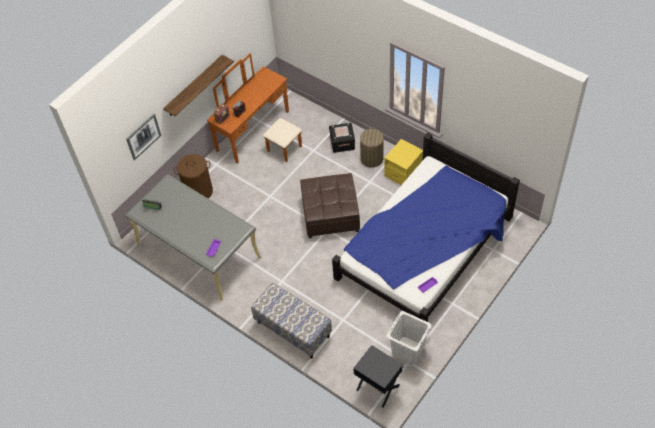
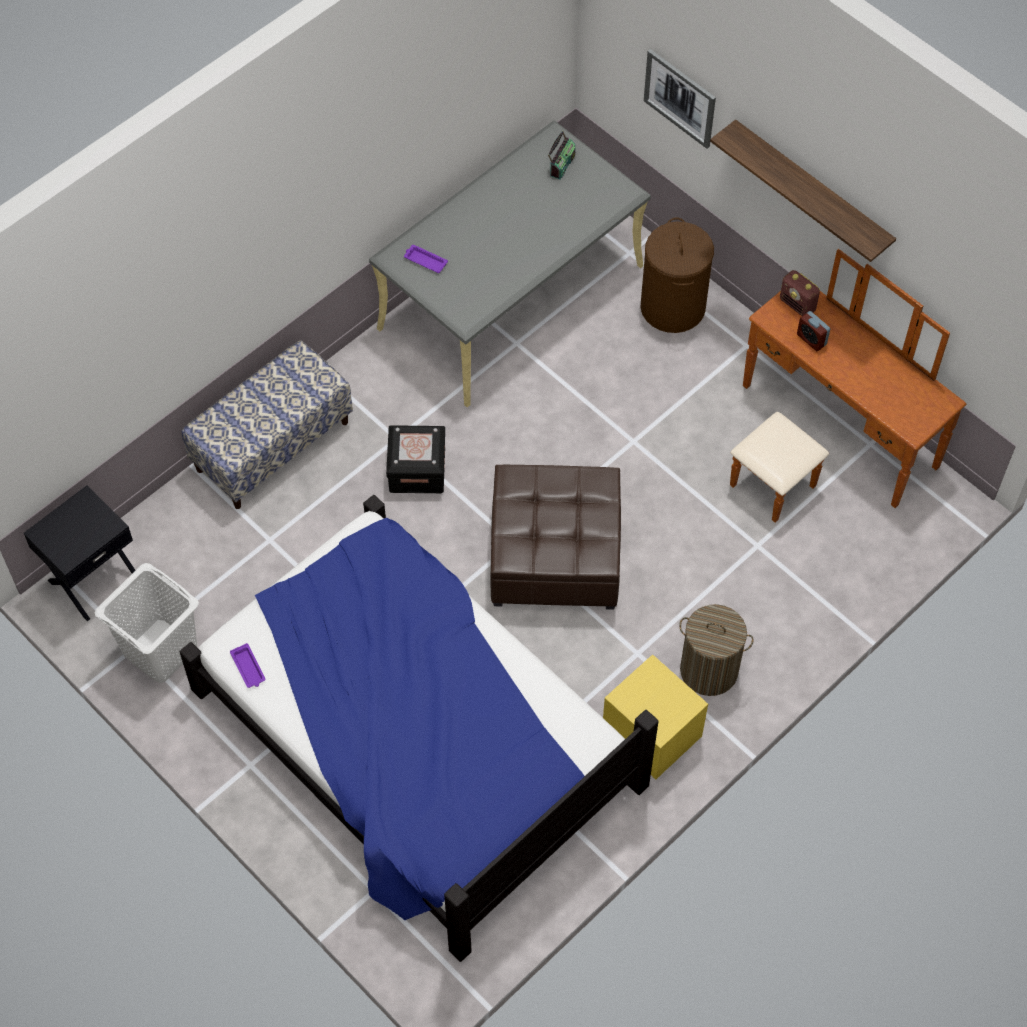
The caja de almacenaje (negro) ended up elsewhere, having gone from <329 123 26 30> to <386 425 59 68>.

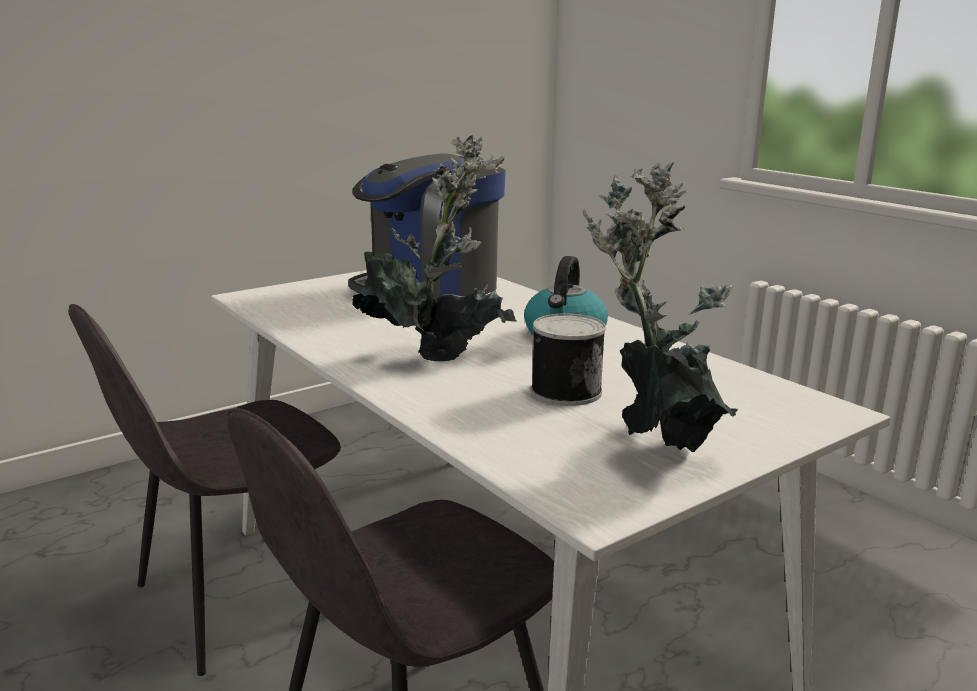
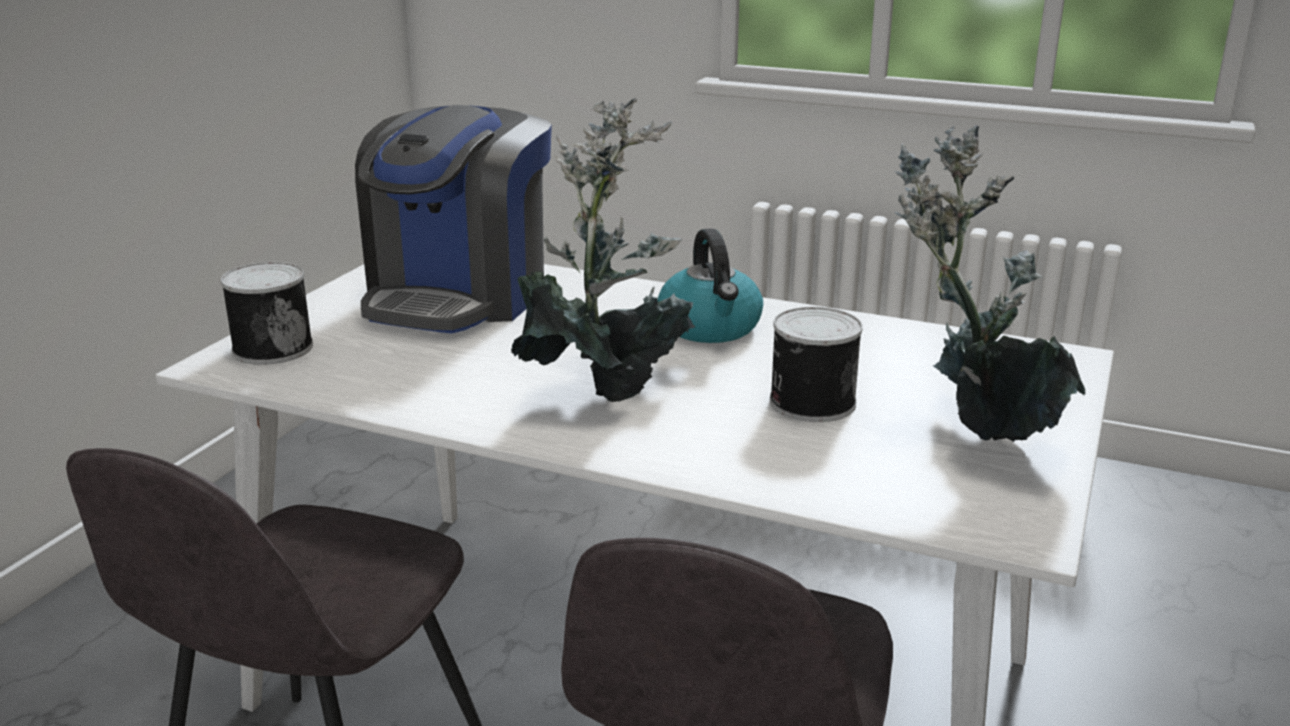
The second view gained the lata at <221 262 92 103>.

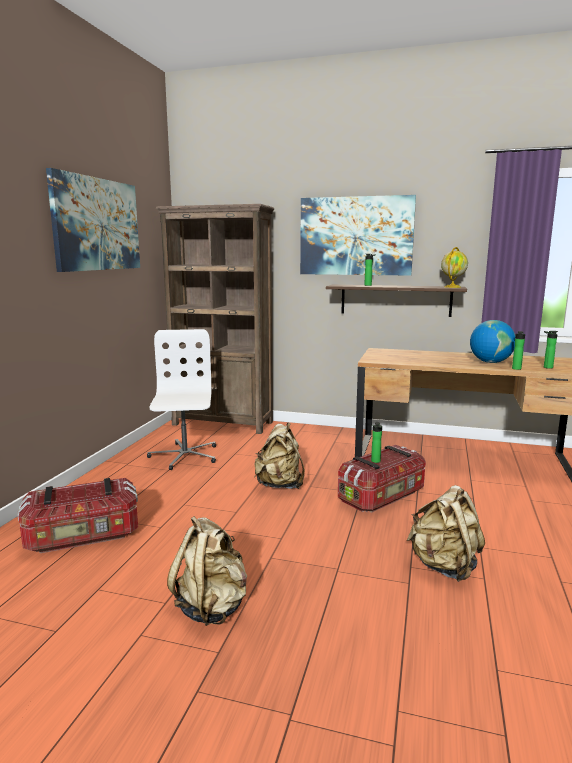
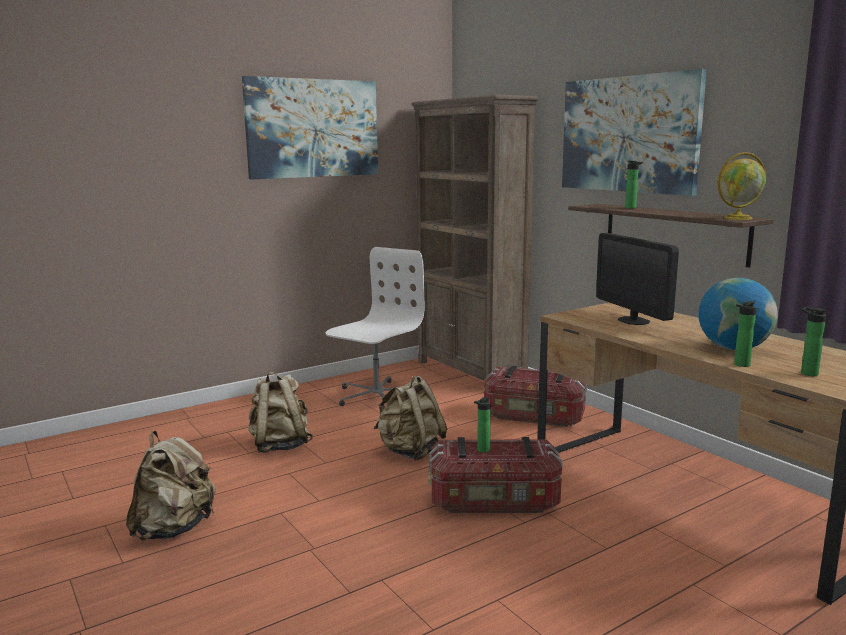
The mochila (beis) ended up elsewhere, having gone from <407 485 78 97> to <248 372 65 81>.
The caja de almacenaje ended up elsewhere, having gone from <17 478 121 75> to <484 365 103 62>.
The second view gained the monitor at <596 233 83 92>.

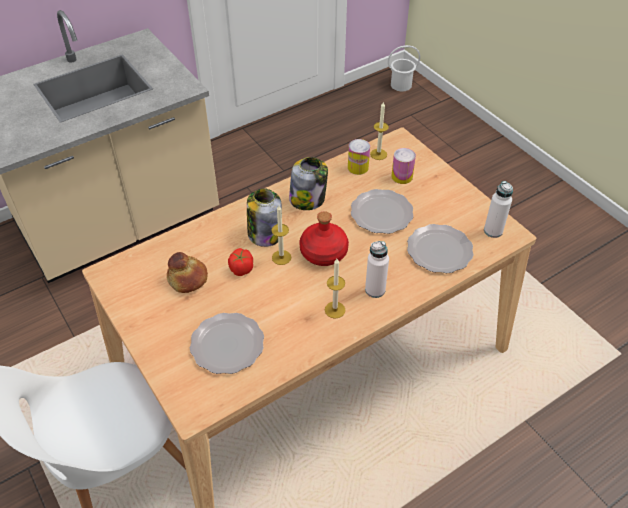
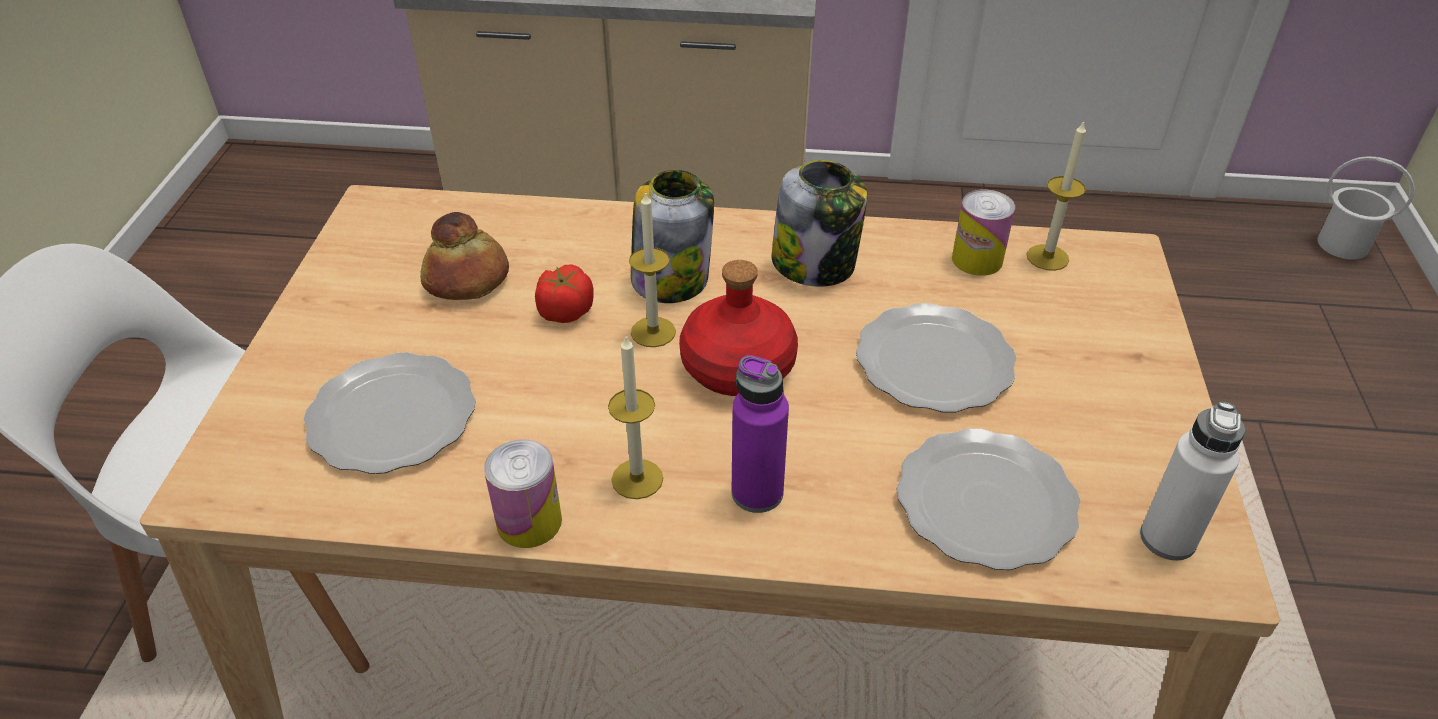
The lata ended up elsewhere, having gone from <391 148 25 36> to <484 439 78 109>.
What was the botella (blanco) at <365 241 24 57> turned into the botella (morado) at <731 355 58 158>.

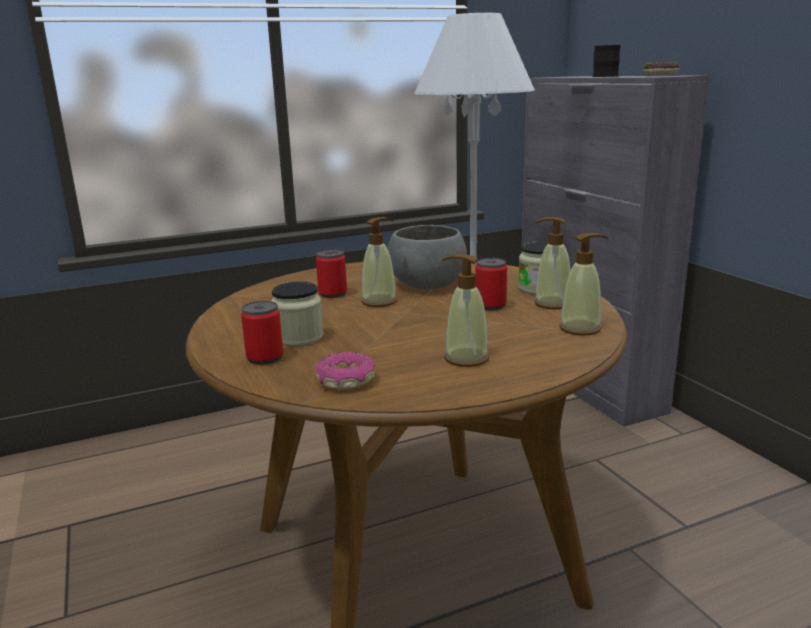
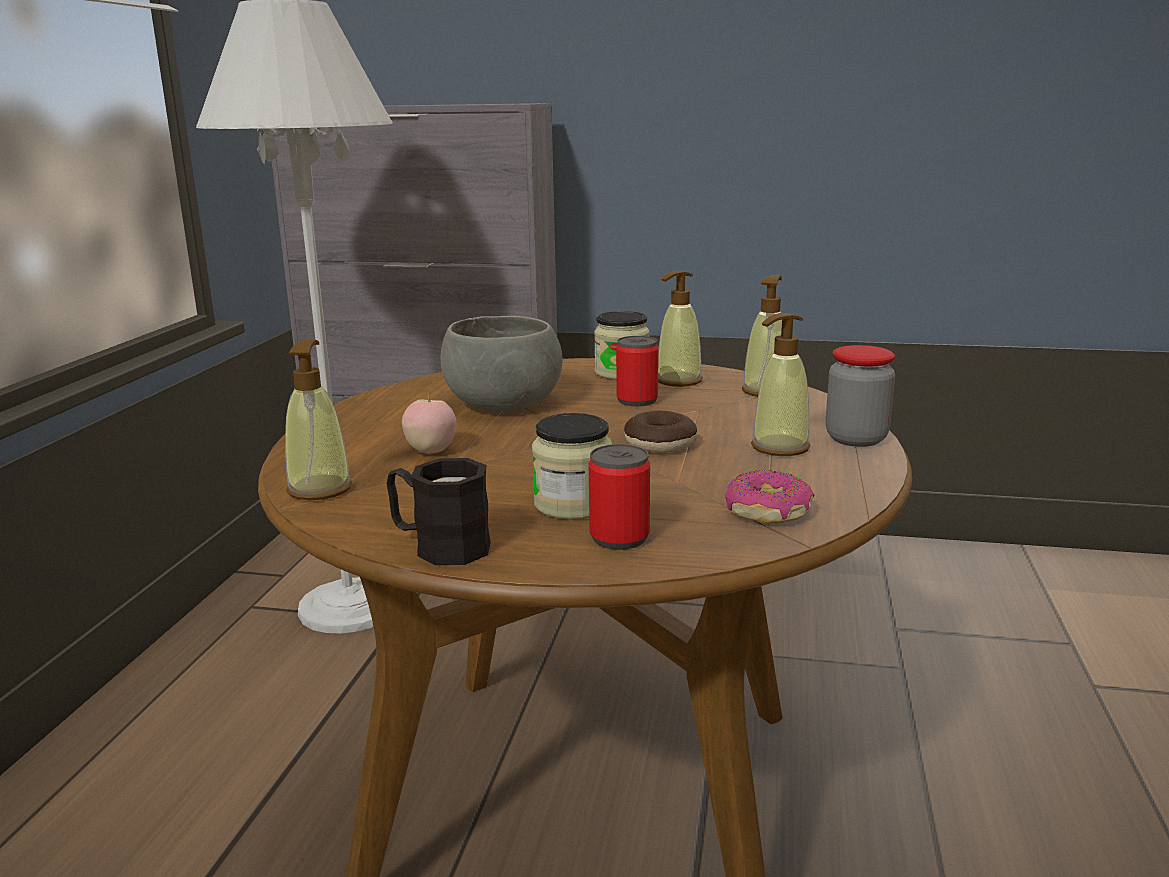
The dispensador de jabón ended up elsewhere, having gone from <361 217 36 90> to <285 340 67 160>.
The taza grande (negro) ended up elsewhere, having gone from <593 45 28 32> to <386 458 105 107>.
Where the lata stood at <316 249 31 49>, the manzana came to stand at <402 392 54 62>.
The rosquilla ended up elsewhere, having gone from <643 62 37 14> to <624 411 73 42>.
The second view gained the tarro at <826 345 69 102>.

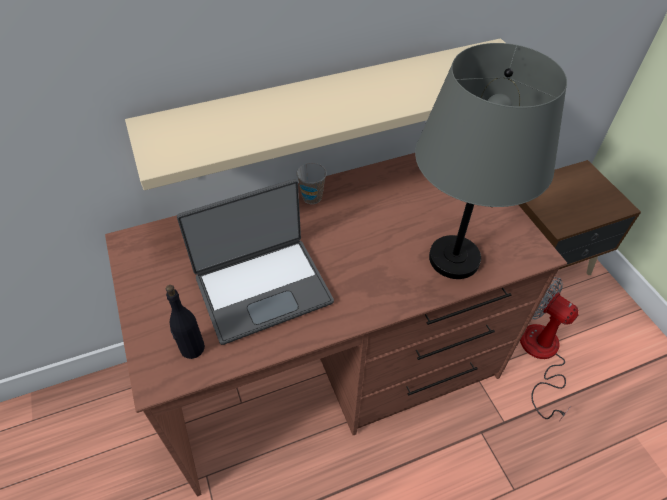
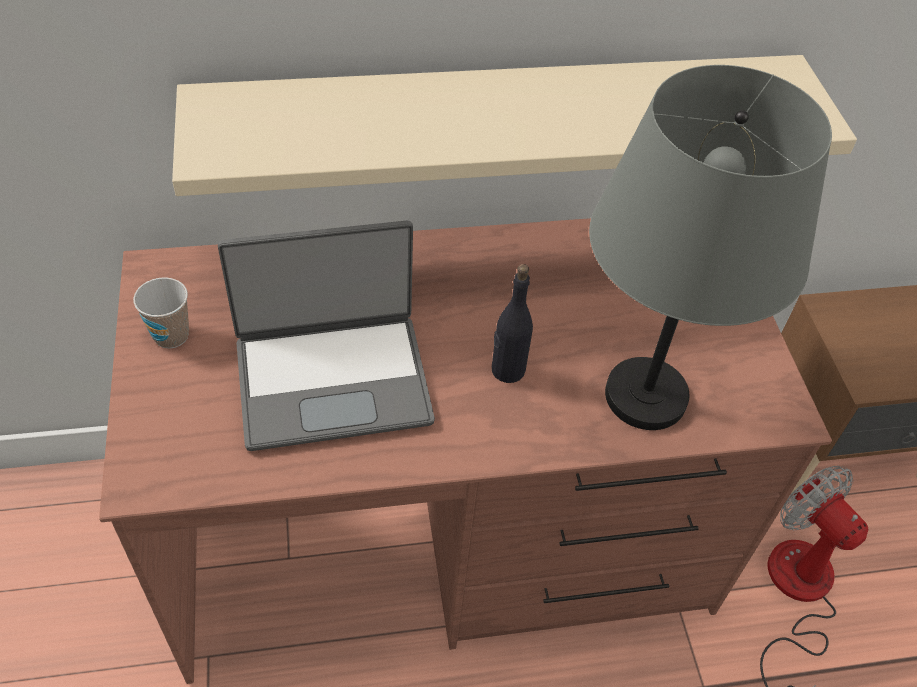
The taza ended up elsewhere, having gone from <296 163 31 41> to <133 277 56 72>.
The botella (negro) ended up elsewhere, having gone from <165 285 40 74> to <492 264 41 119>.

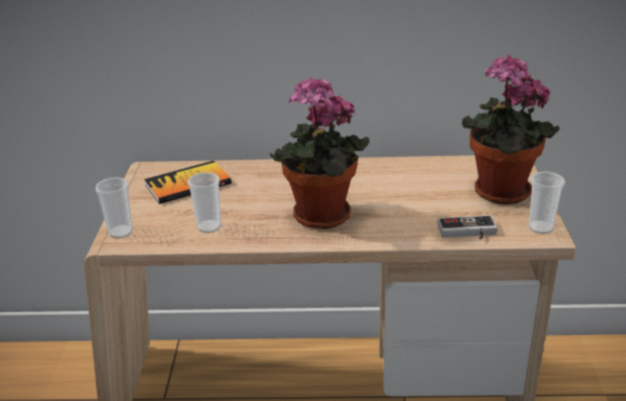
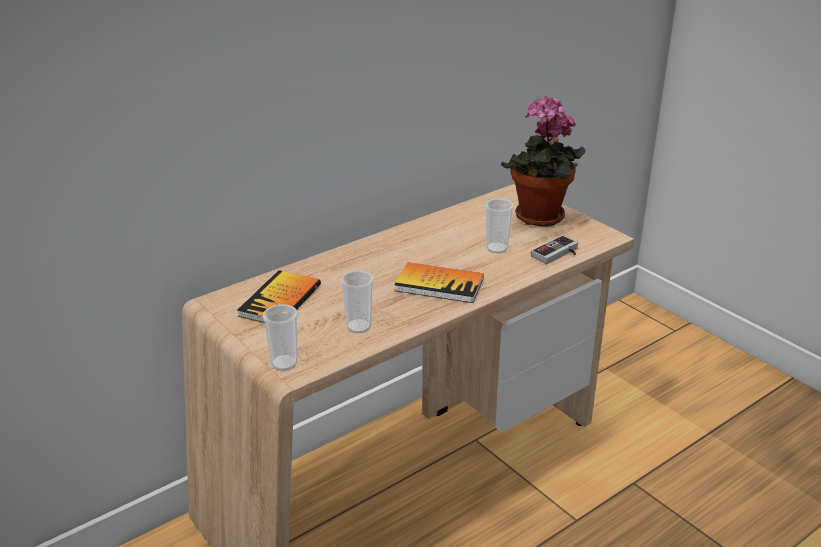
Where the planta en maceta stood at <270 77 100 152>, the libro came to stand at <395 262 89 41>.
The taza ended up elsewhere, having gone from <528 171 37 63> to <485 198 29 55>.

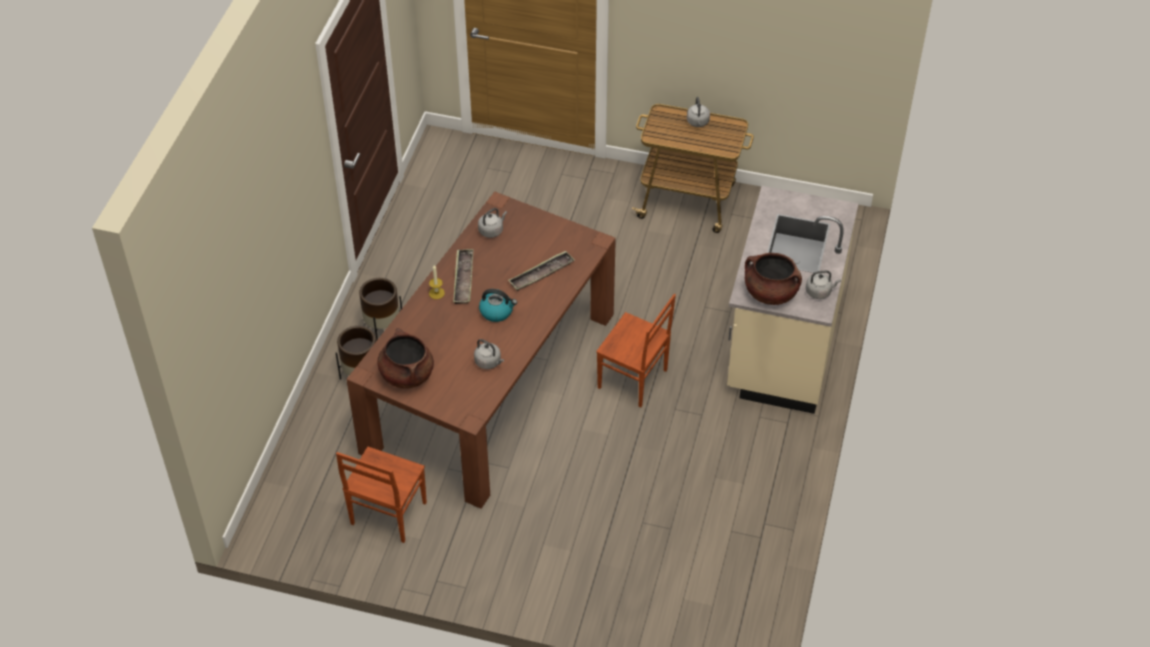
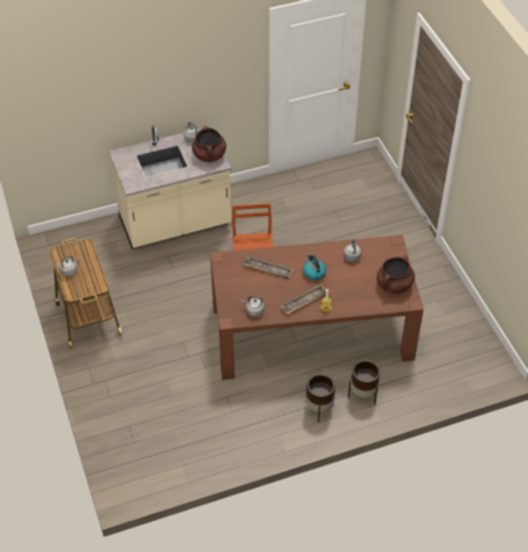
The second view lost the silla (marrón) at <336 447 91 96>.

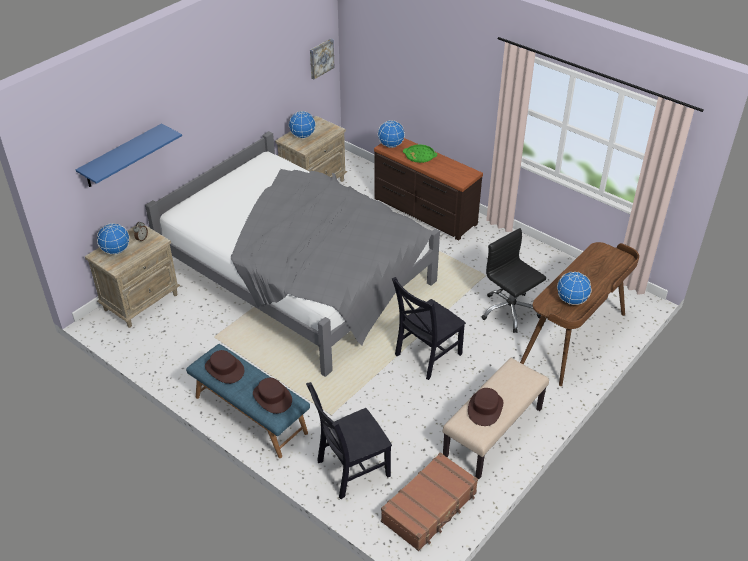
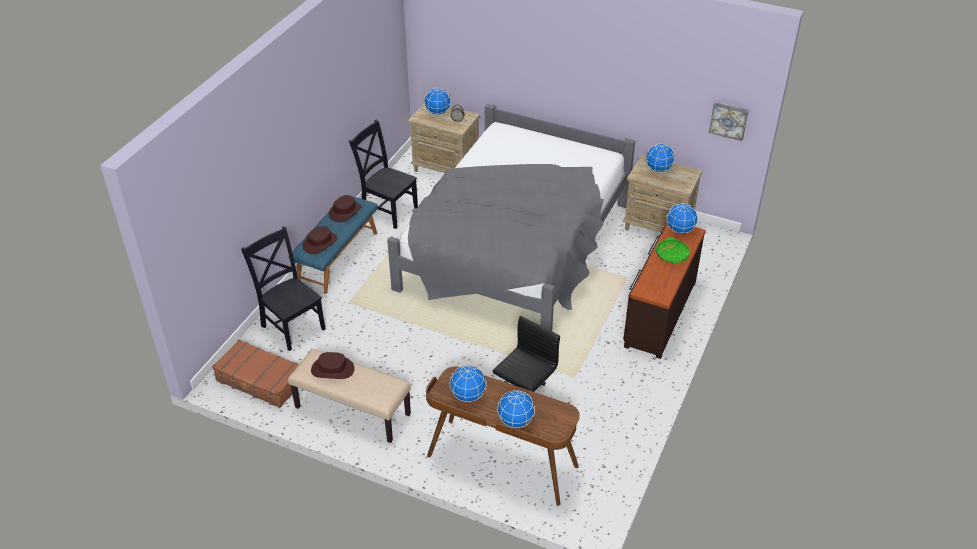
The silla (negro) ended up elsewhere, having gone from <392 277 74 103> to <349 120 69 109>.
The second view gained the globo terráqueo at <497 390 38 38>.
The second view lost the estante (azul) at <76 124 106 63>.

